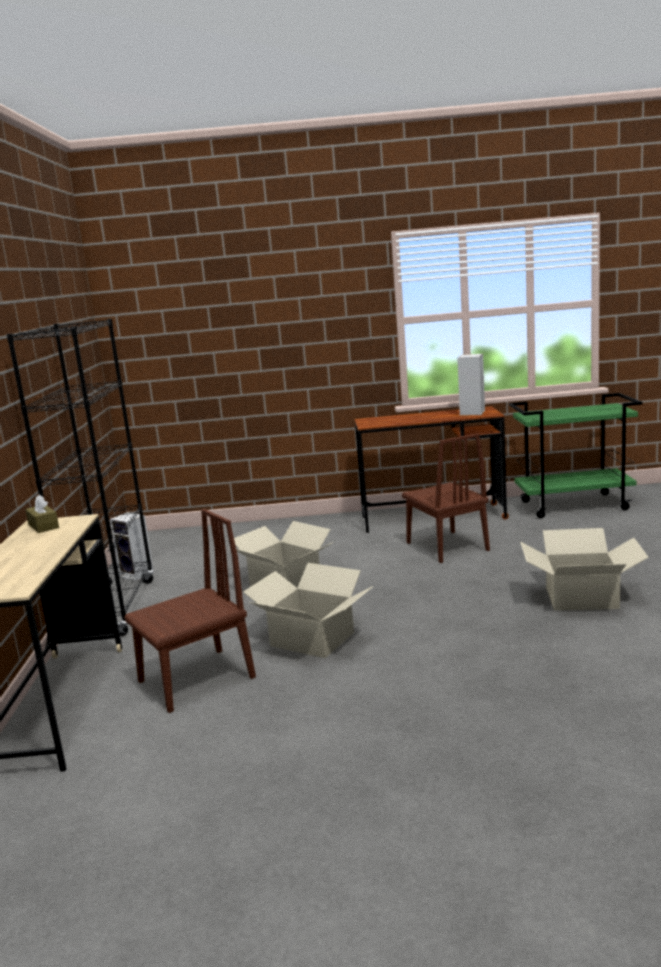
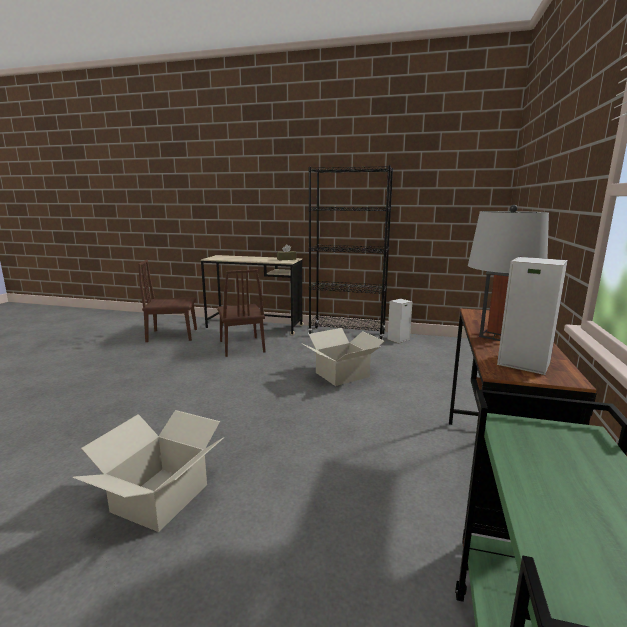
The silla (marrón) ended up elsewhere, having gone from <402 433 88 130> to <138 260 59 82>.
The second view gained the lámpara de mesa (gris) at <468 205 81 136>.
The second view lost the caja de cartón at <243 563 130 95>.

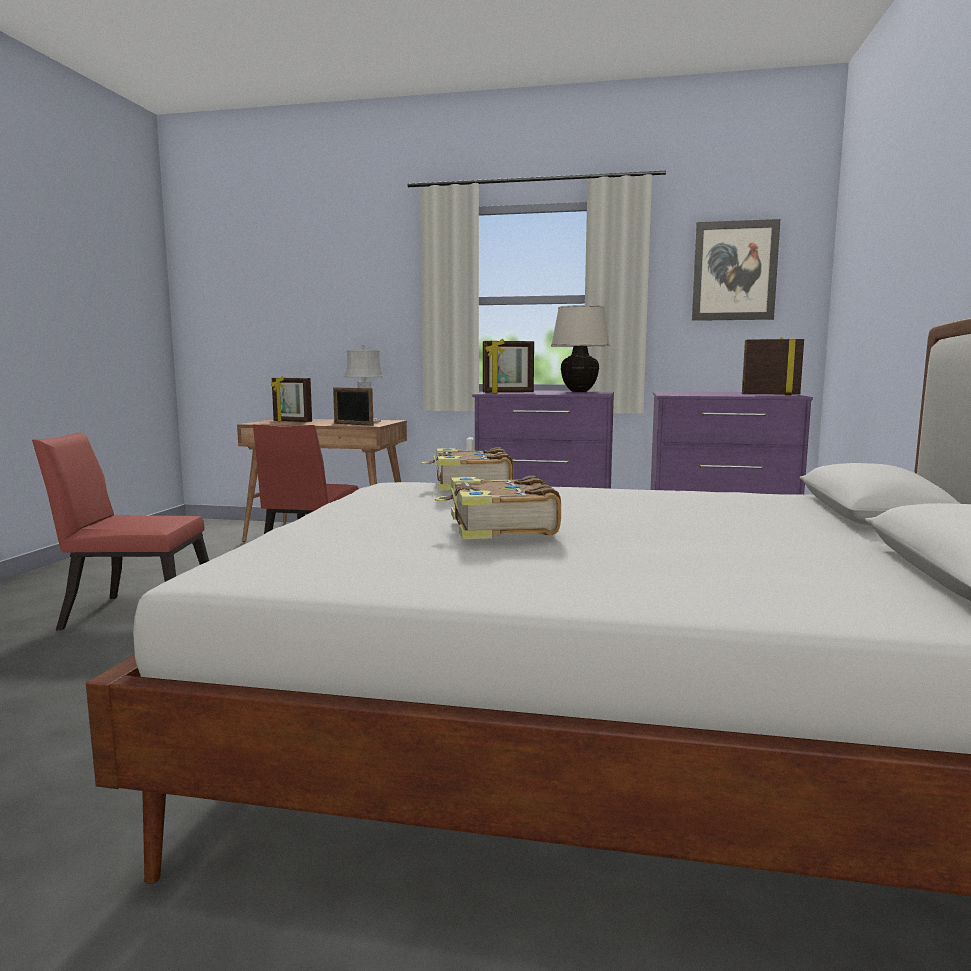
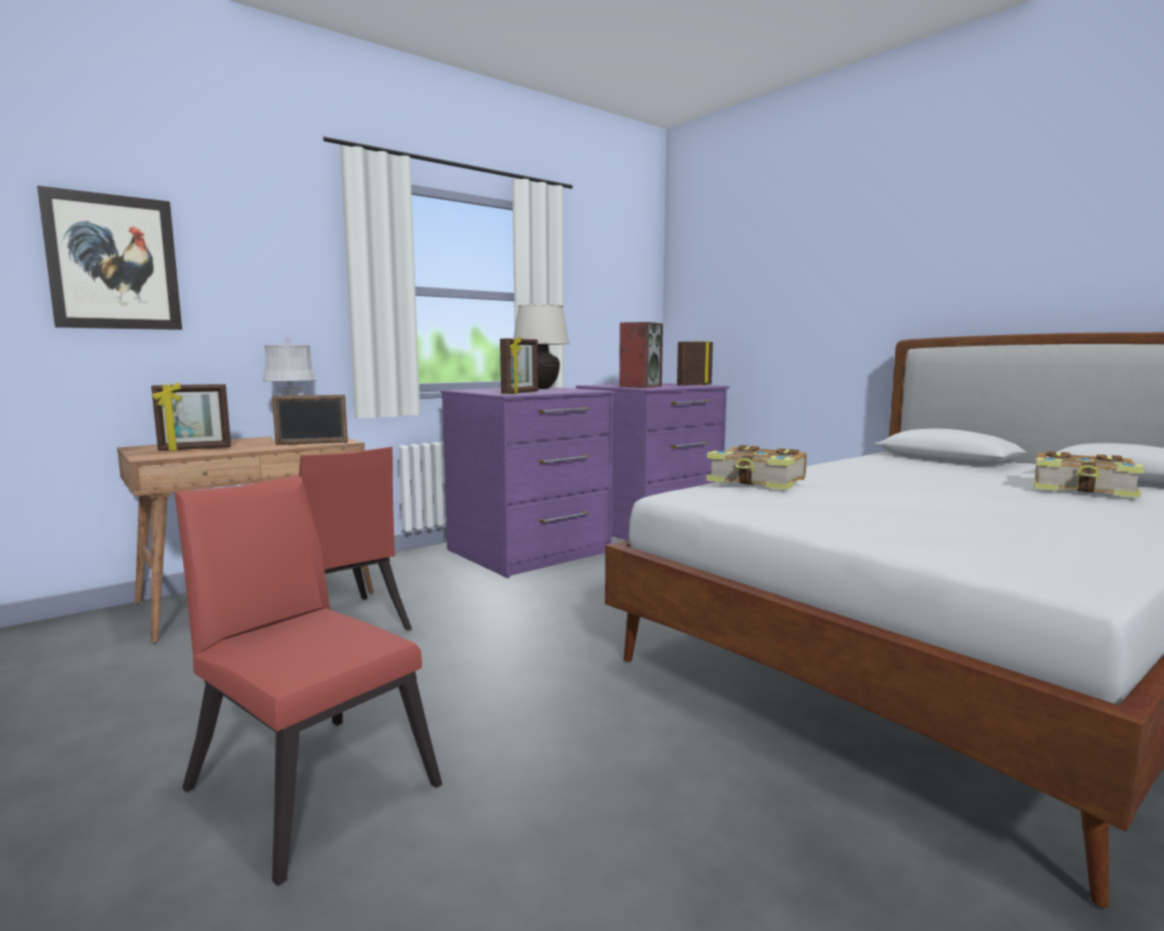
The cuadro ended up elsewhere, having gone from <692 219 88 102> to <37 186 145 144>.
The silla (rojo) at <32 433 177 197> ended up facing another way, 90 degrees clockwise from before.
The second view gained the altavoz at <619 322 44 66>.
The libro ended up elsewhere, having gone from <435 476 126 63> to <1033 451 112 47>.

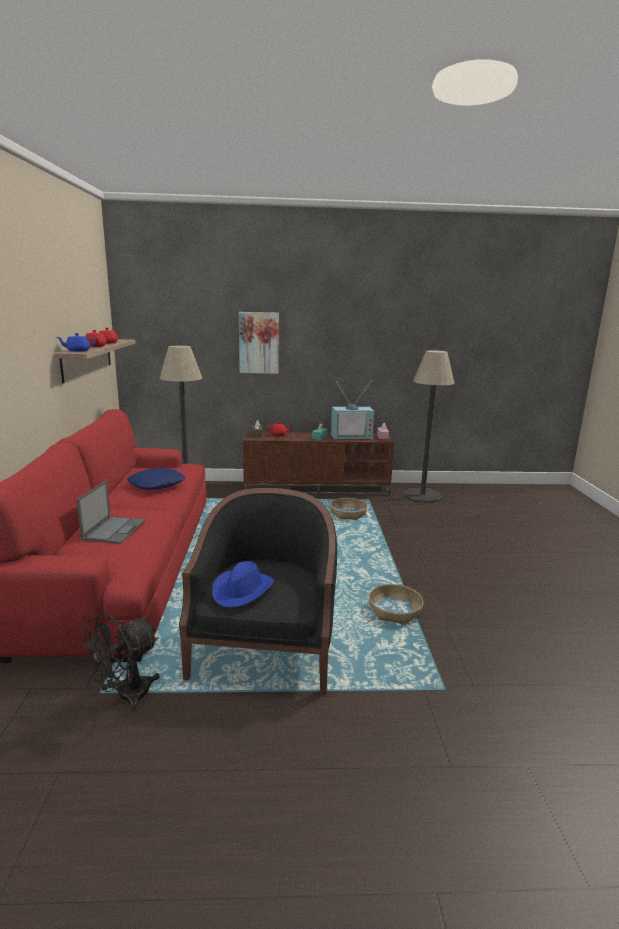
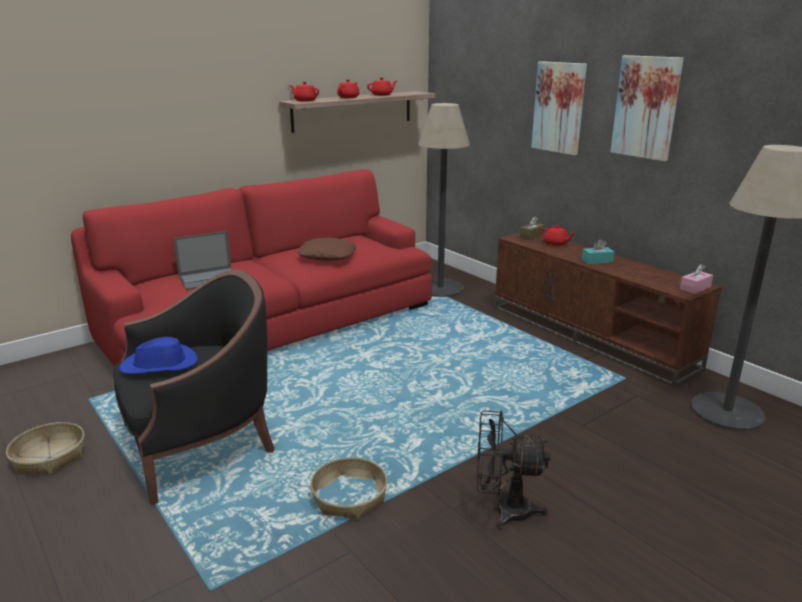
The cesta ended up elsewhere, having gone from <330 498 38 22> to <6 422 78 53>.
What was the tetera (azul) at <56 333 40 19> turned into the tetera (rojo) at <289 82 30 20>.
What was the cojín (azul) at <127 468 58 21> turned into the cojín (marrón) at <297 237 59 24>.
The ventilador (negro) ended up elsewhere, having gone from <80 613 80 99> to <477 410 74 120>.
The second view gained the cuadro at <610 55 74 106>.
The second view lost the televisor at <331 380 43 59>.

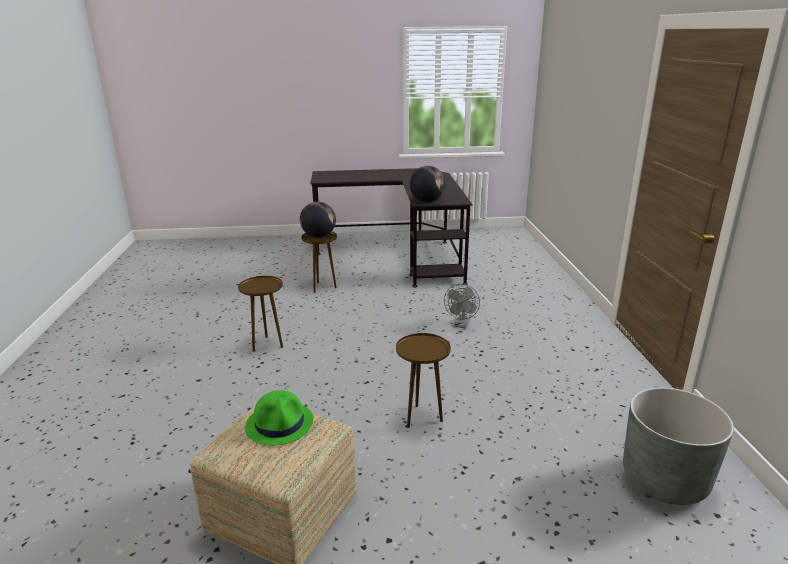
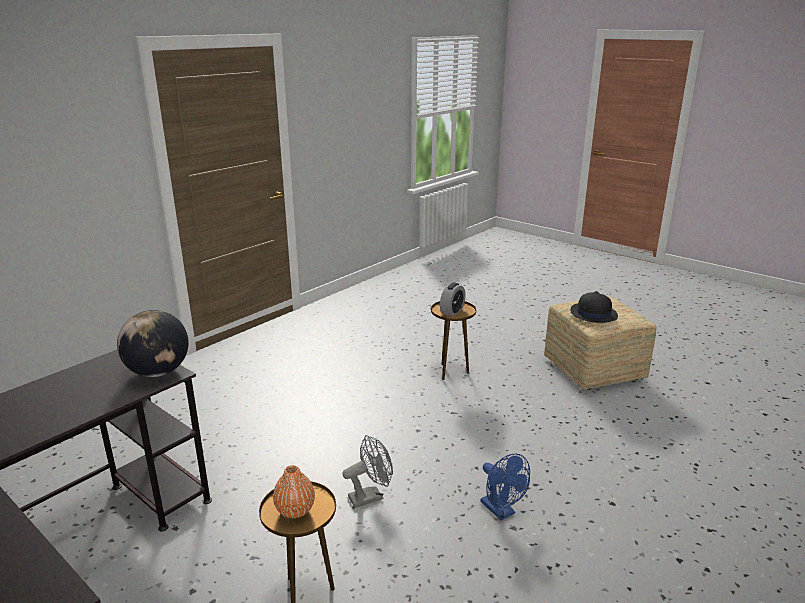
Where the globo terráqueo stood at <300 202 36 36>, the florero (naranja) came to stand at <273 465 42 53>.
The ventilador (gris) ended up elsewhere, having gone from <444 284 36 45> to <342 435 51 73>.
The second view gained the despertador at <440 283 26 34>.
Where the mesa auxiliar (marrón) stood at <238 276 45 76>, the ventilador (azul) came to stand at <481 454 49 67>.
What was the sombrero (verde) at <245 390 69 55> turned into the sombrero (negro) at <570 291 48 32>.
The second view lost the maceta (gris) at <623 387 111 118>.

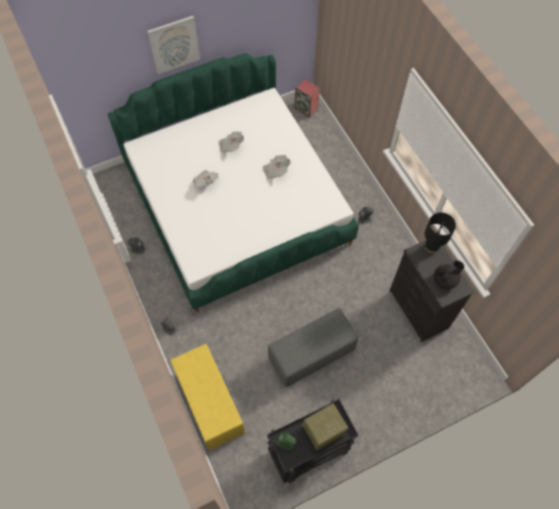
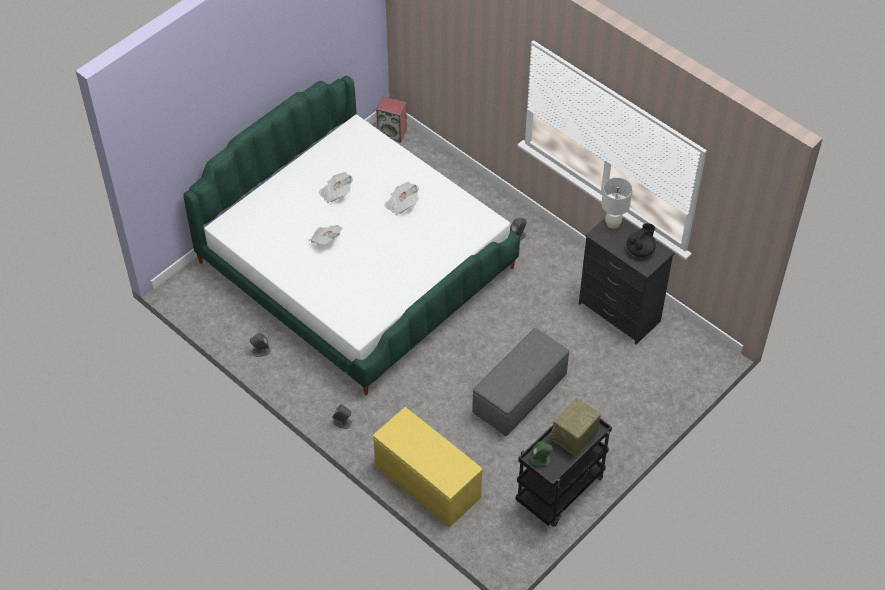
What was the lámpara de mesa (negro) at <425 212 31 41> turned into the lámpara de mesa (blanco) at <601 178 31 51>.
The second view lost the cuadro at <148 16 52 58>.

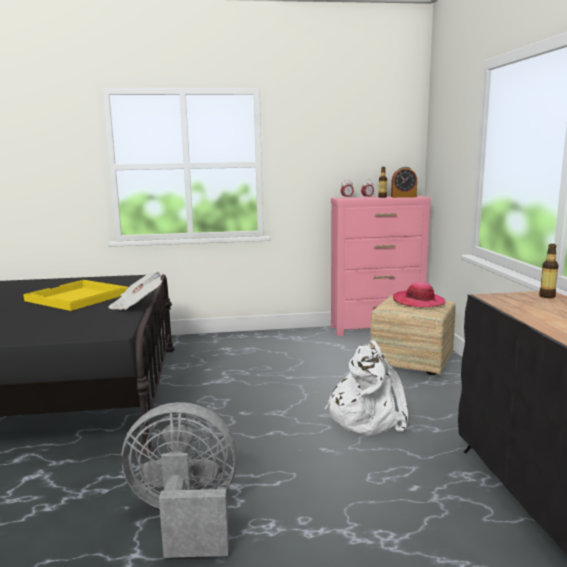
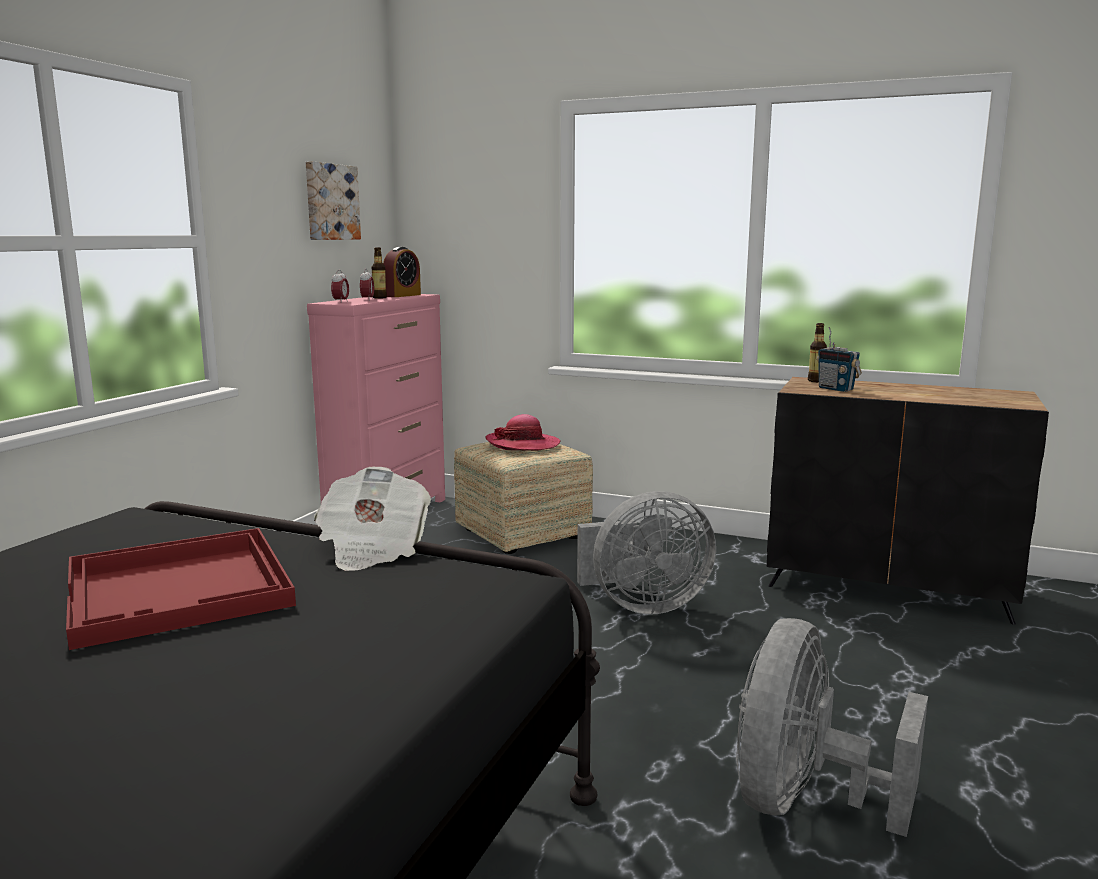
What was the bandeja (amarillo) at <23 280 105 31> turned into the bandeja (rojo) at <66 528 230 122>.
The second view gained the cuadro at <306 161 55 79>.
Where the mochila (blanco) stood at <324 340 84 96>, the ventilador (gris) came to stand at <577 491 139 124>.
The second view gained the radio at <817 327 45 65>.

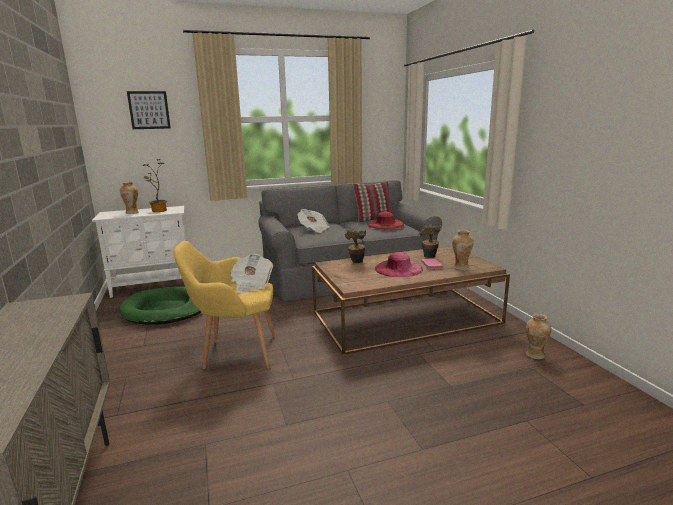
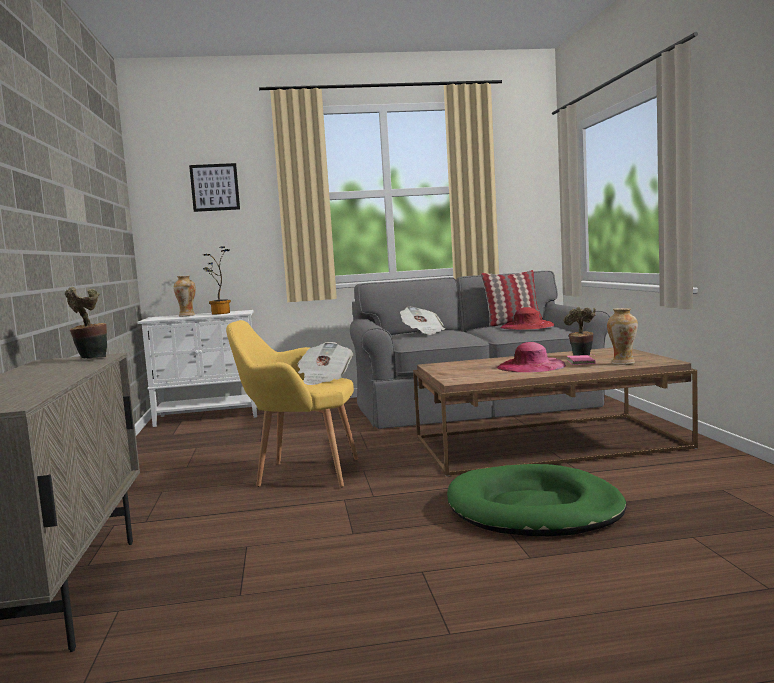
The planta en maceta ended up elsewhere, having gone from <345 228 21 35> to <65 287 42 72>.
The cama para perro (verde) ended up elsewhere, having gone from <119 287 82 38> to <447 464 180 72>.
The second view lost the florero at <526 314 25 45>.

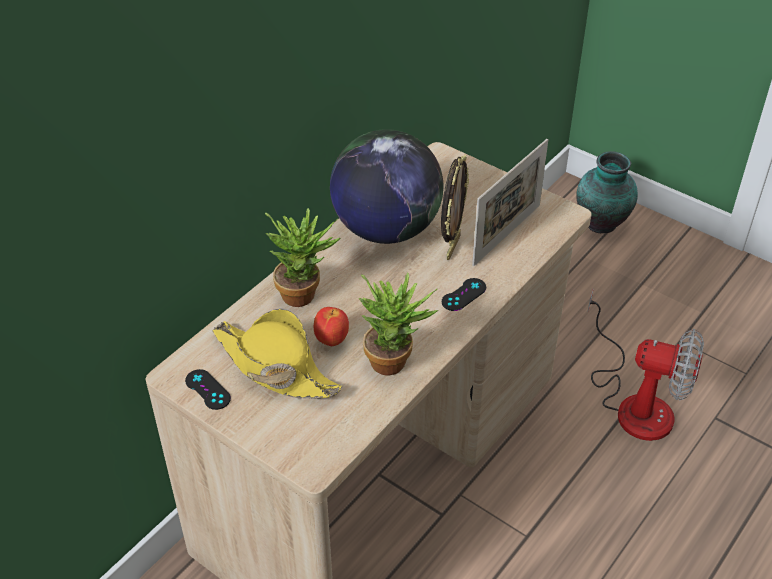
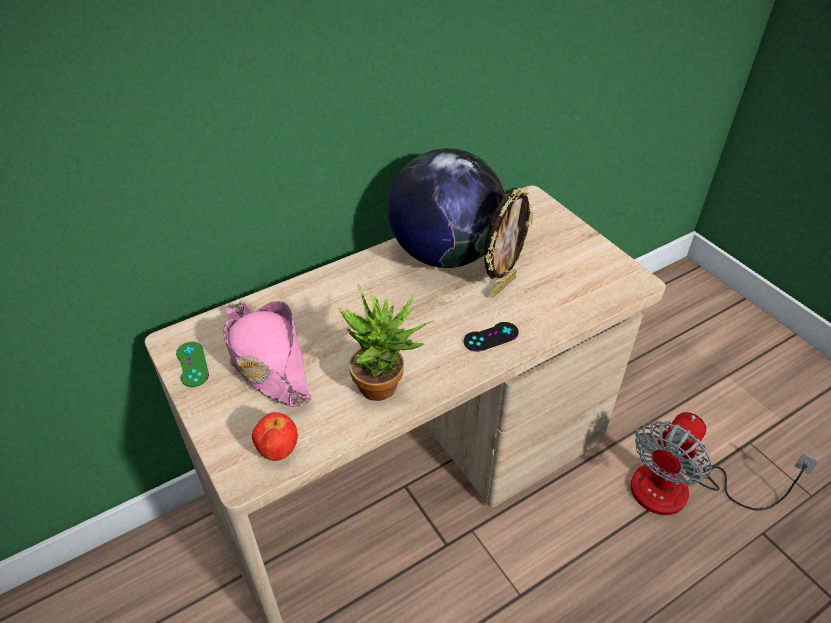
What was the mando de consola (negro) at <185 369 46 41> turned into the mando de consola (verde) at <176 342 33 45>.
What was the sombrero (amarillo) at <212 309 130 90> turned into the sombrero (rosa) at <223 301 89 106>.
The manzana ended up elsewhere, having gone from <313 307 36 39> to <252 412 46 49>.
The ventilador at <588 290 116 151> ended up facing another way, 90 degrees clockwise from before.
The second view lost the planta en maceta at <265 208 75 99>.
The second view lost the portarretratos at <472 139 76 127>.
The second view lost the florero at <576 151 62 82>.

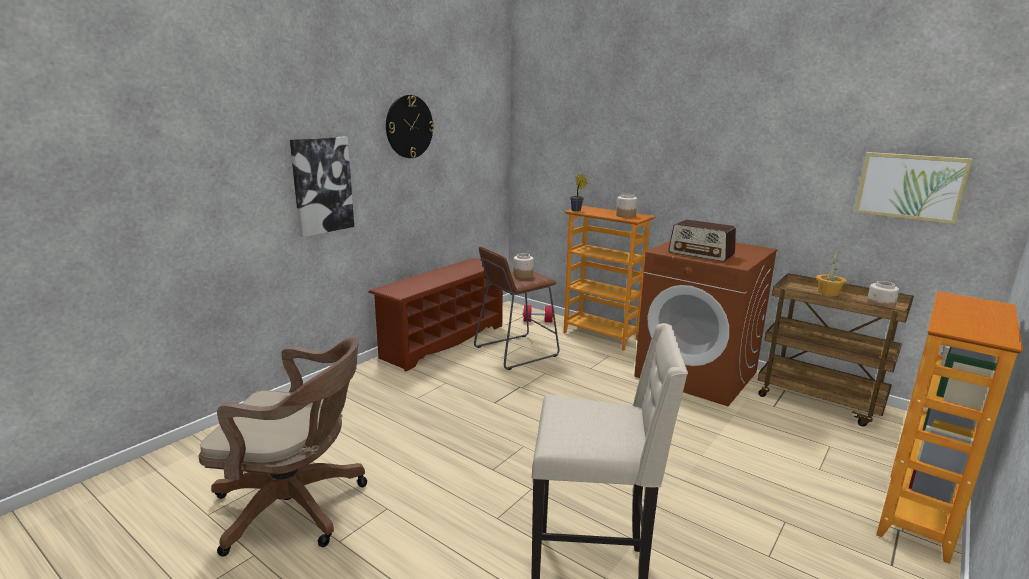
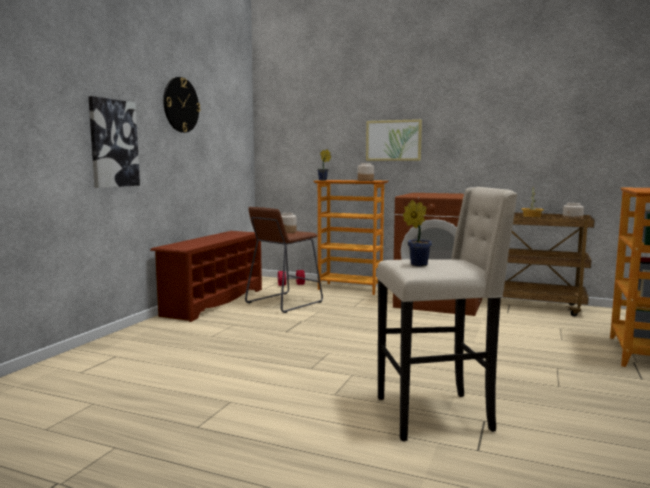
The cuadro ended up elsewhere, having gone from <854 152 118 72> to <366 119 56 42>.
The second view gained the planta en maceta at <403 200 29 66>.
The second view lost the silla de oficina (marrón) at <199 338 168 218>.
The second view lost the radio at <669 220 67 42>.

